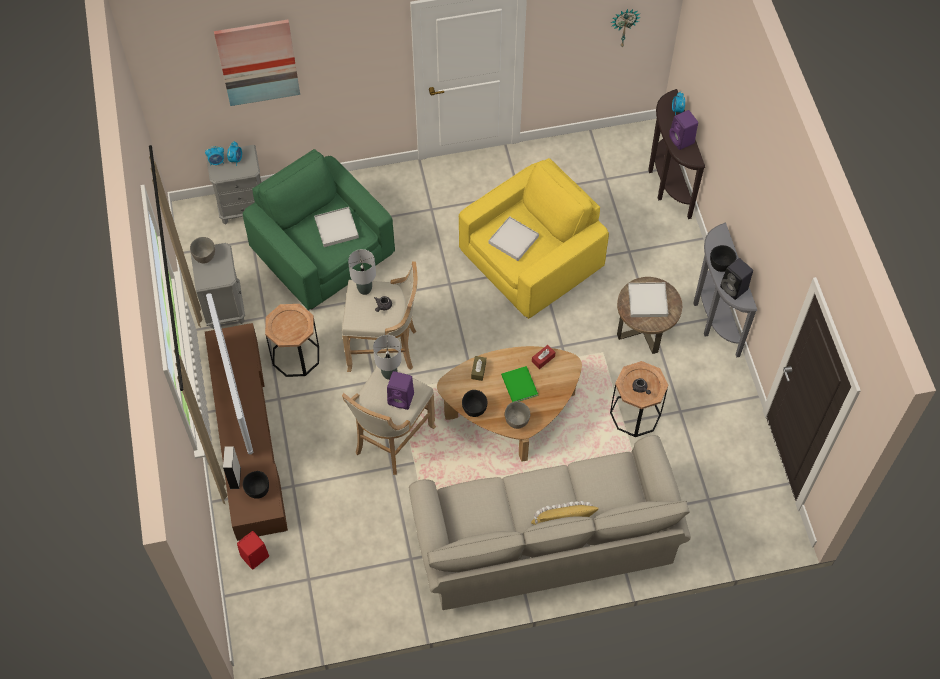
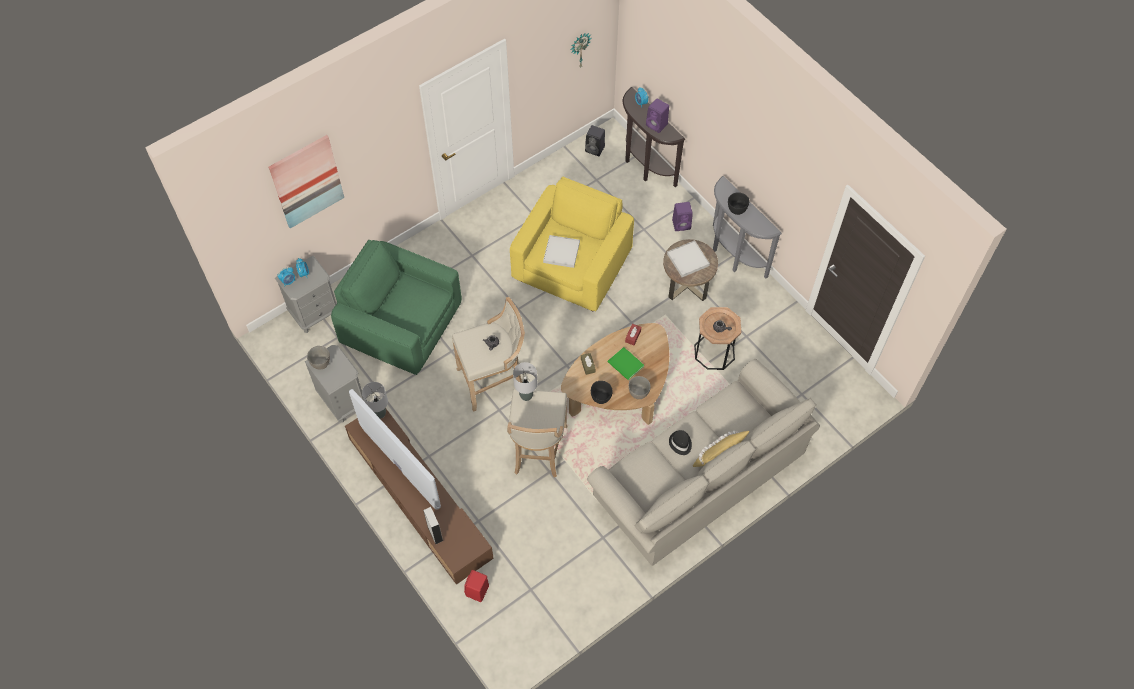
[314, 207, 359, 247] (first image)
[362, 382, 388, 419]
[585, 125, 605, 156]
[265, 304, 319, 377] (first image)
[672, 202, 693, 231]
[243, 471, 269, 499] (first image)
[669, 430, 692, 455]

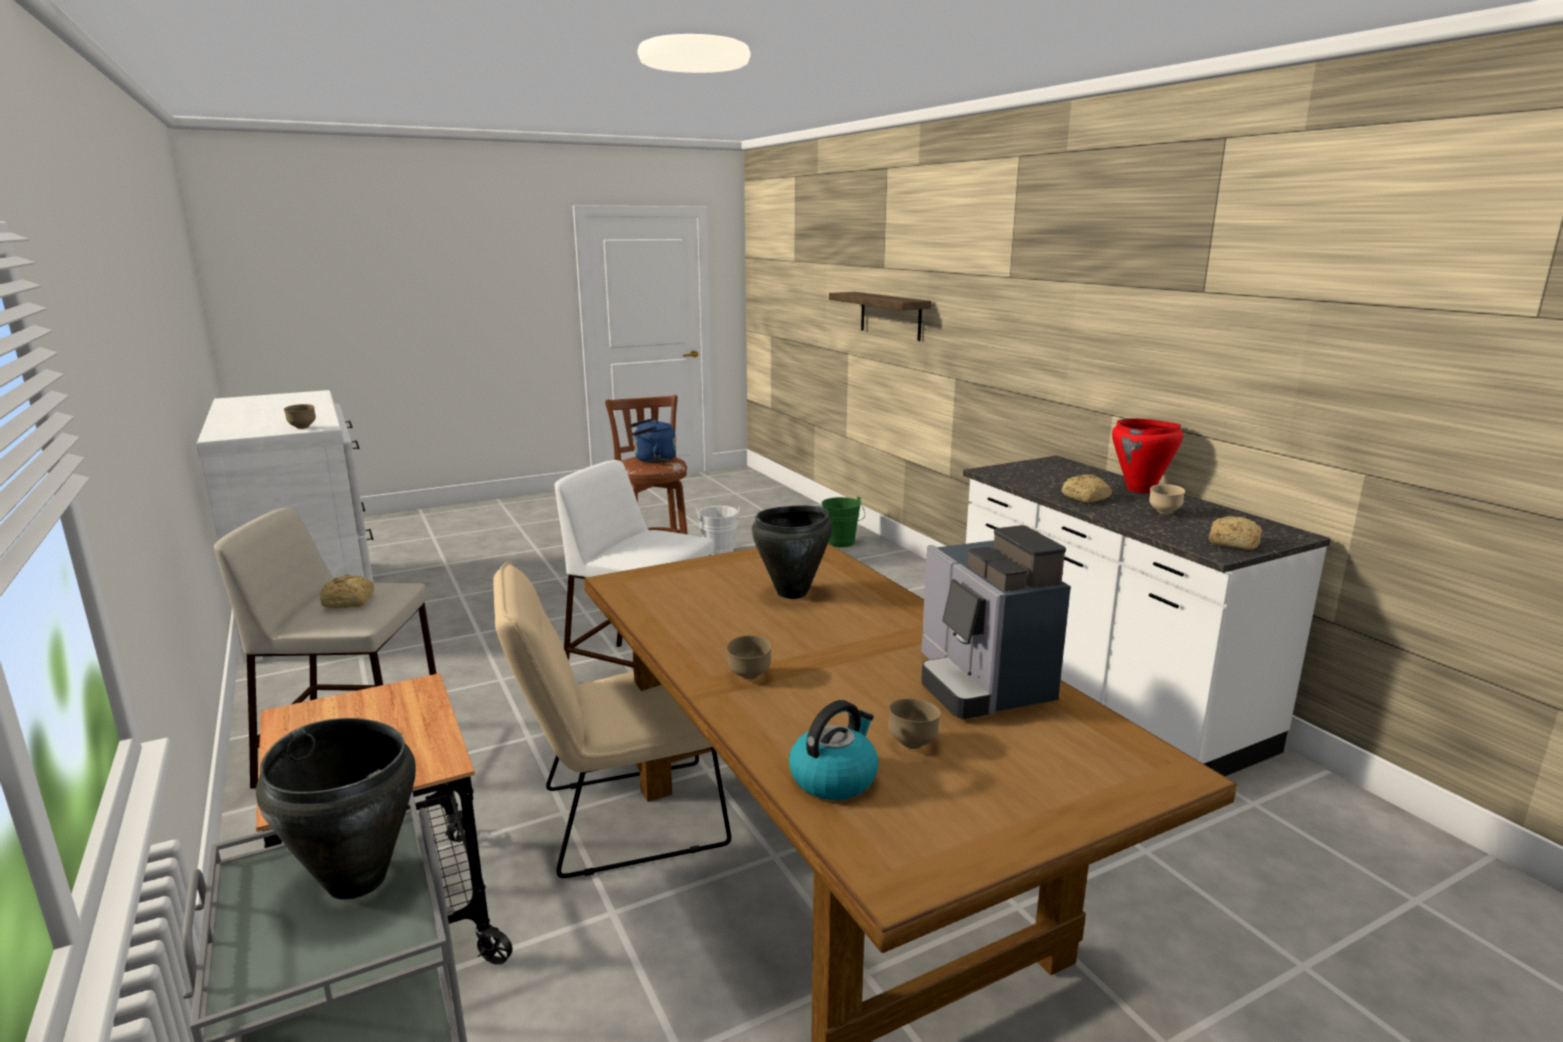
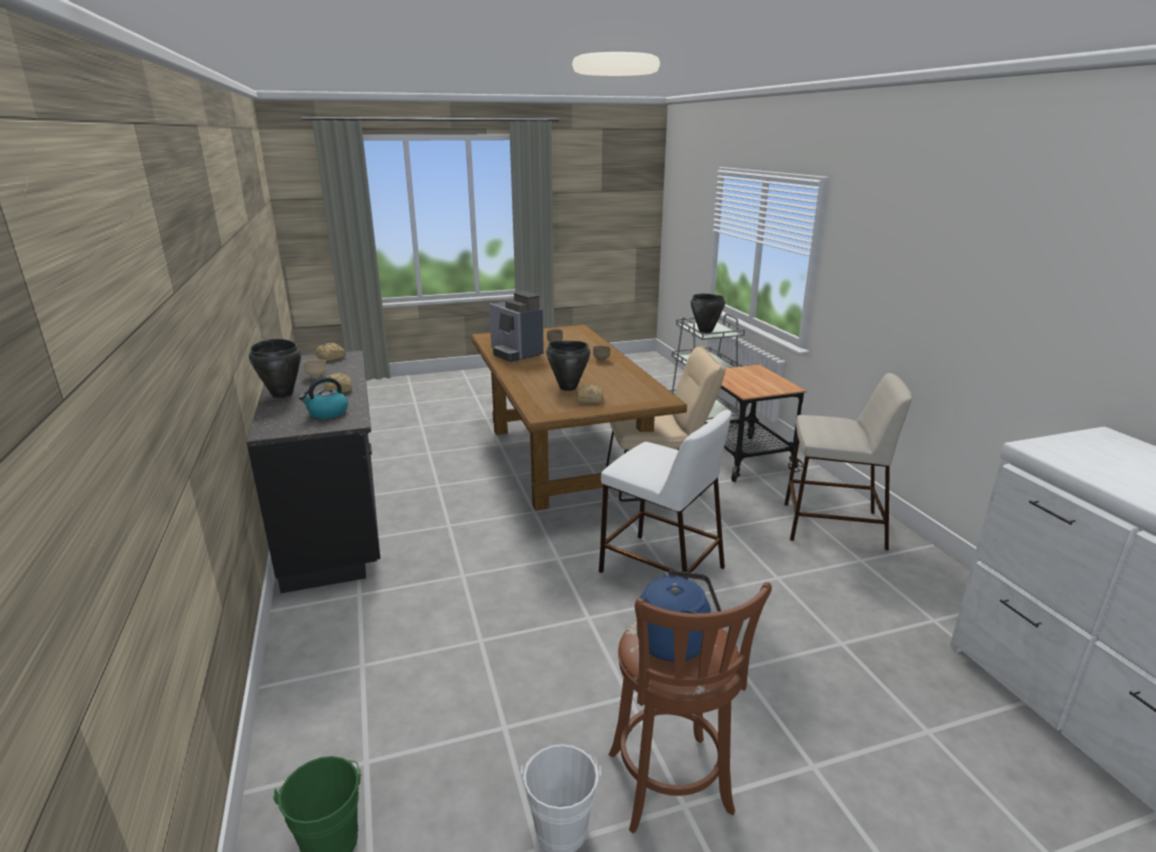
[829, 292, 932, 341] (first image)
[284, 404, 316, 429] (first image)
[249, 339, 301, 398]
[246, 351, 380, 593]
[489, 291, 544, 362]
[577, 384, 603, 403]
[299, 377, 348, 419]

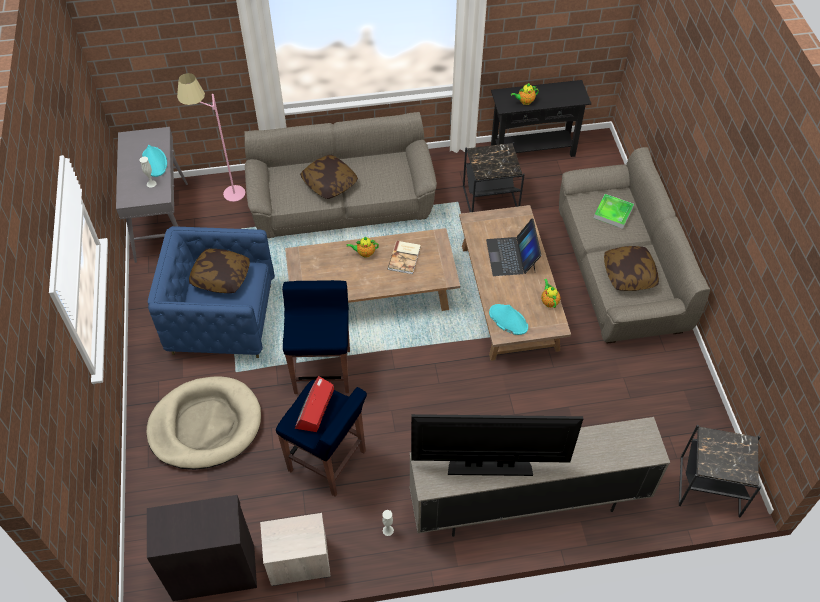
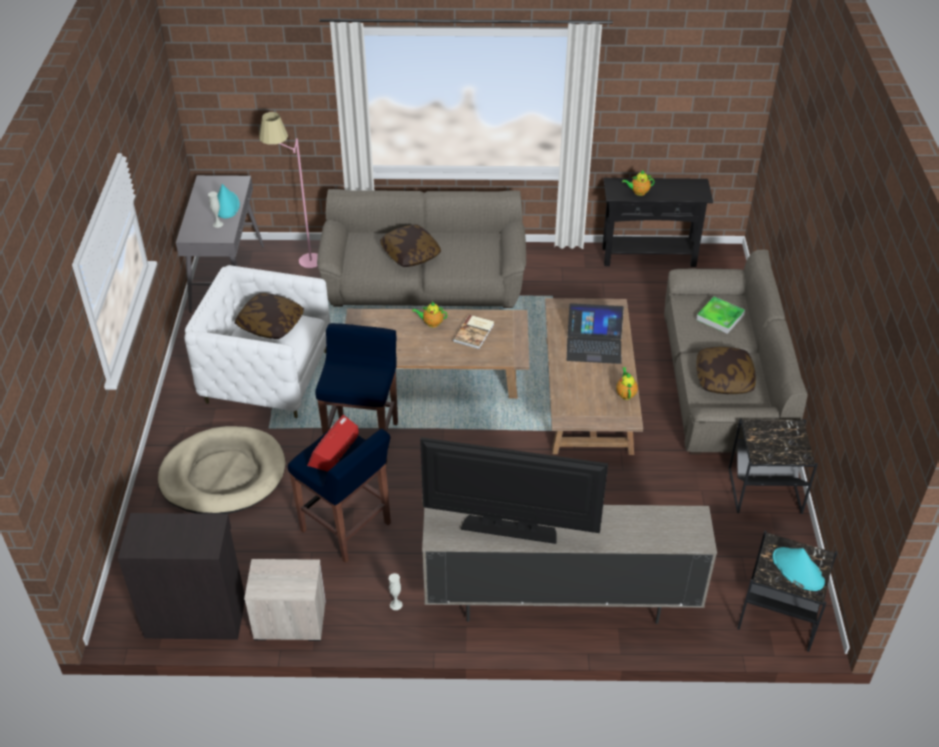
[728, 419, 818, 514]
[567, 303, 624, 364]
[184, 265, 331, 418]
[773, 547, 825, 591]

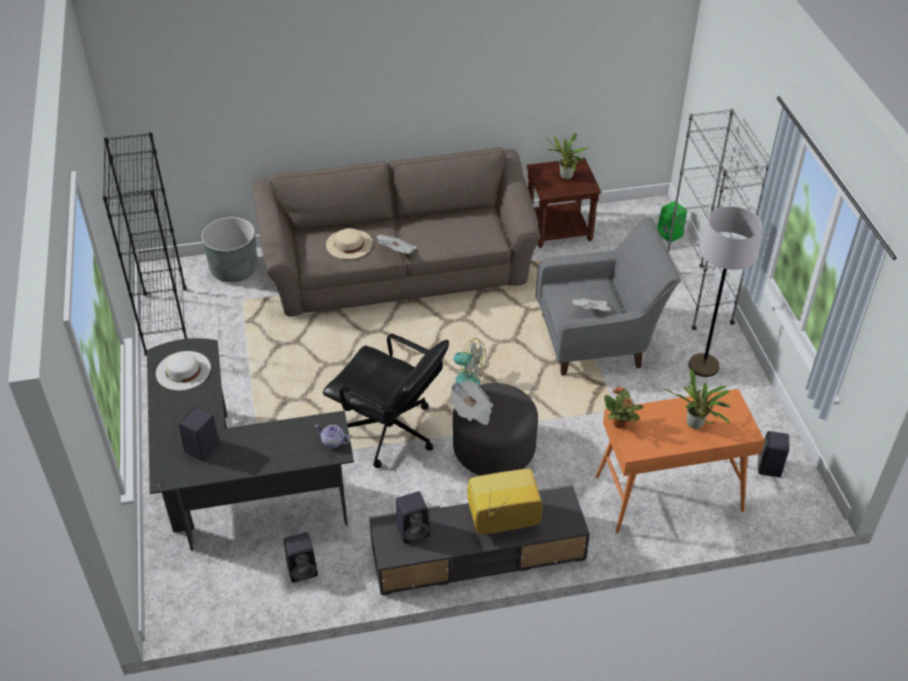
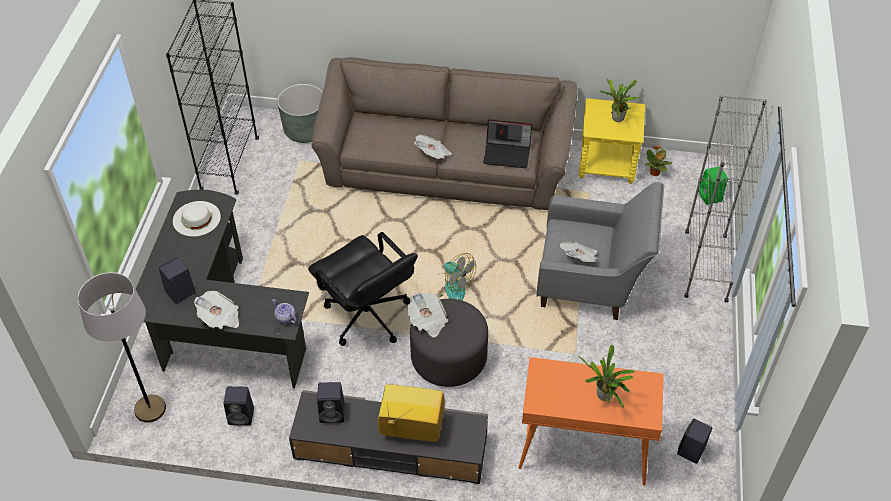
[579, 98, 645, 184]
[78, 272, 166, 423]
[326, 228, 373, 259] (first image)
[645, 145, 672, 176]
[483, 120, 532, 168]
[194, 291, 239, 329]

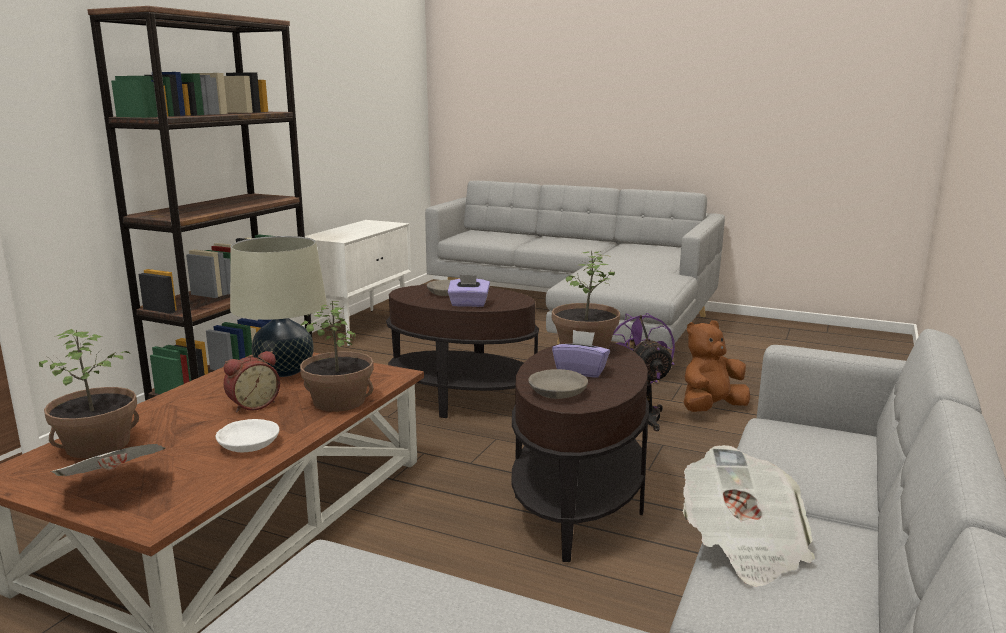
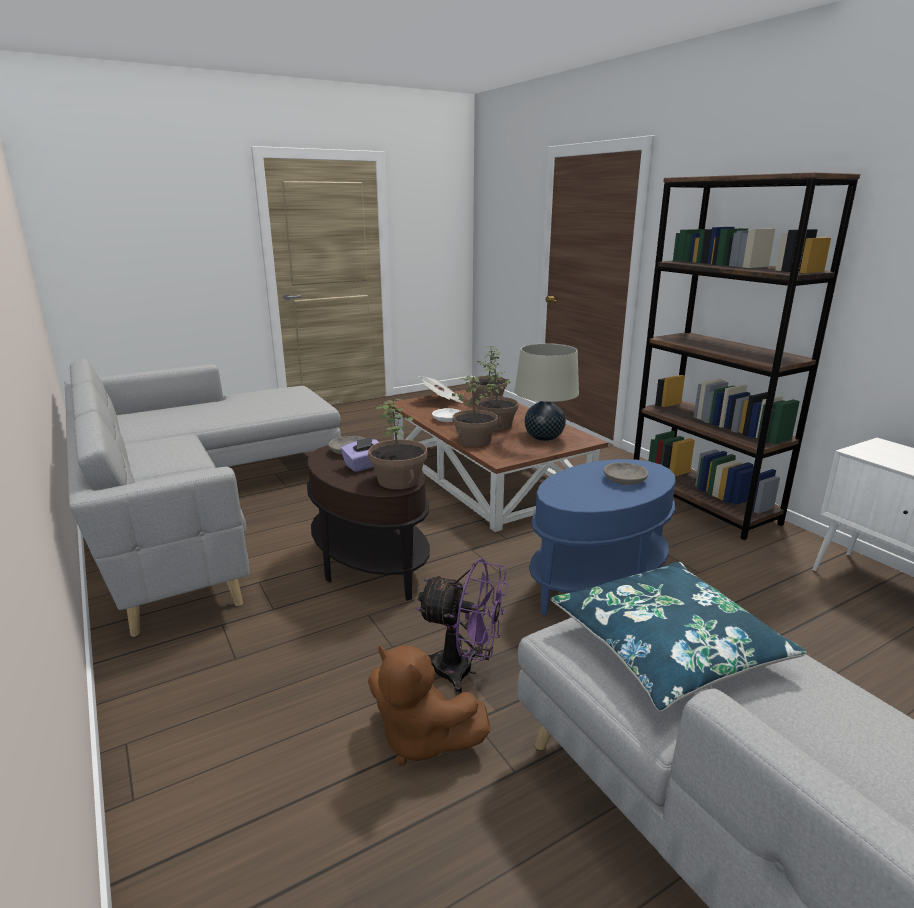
[448, 275, 490, 307] (first image)
[529, 459, 675, 616]
[368, 645, 491, 765]
[476, 365, 518, 431]
[683, 445, 815, 587] (first image)
[551, 561, 807, 712]

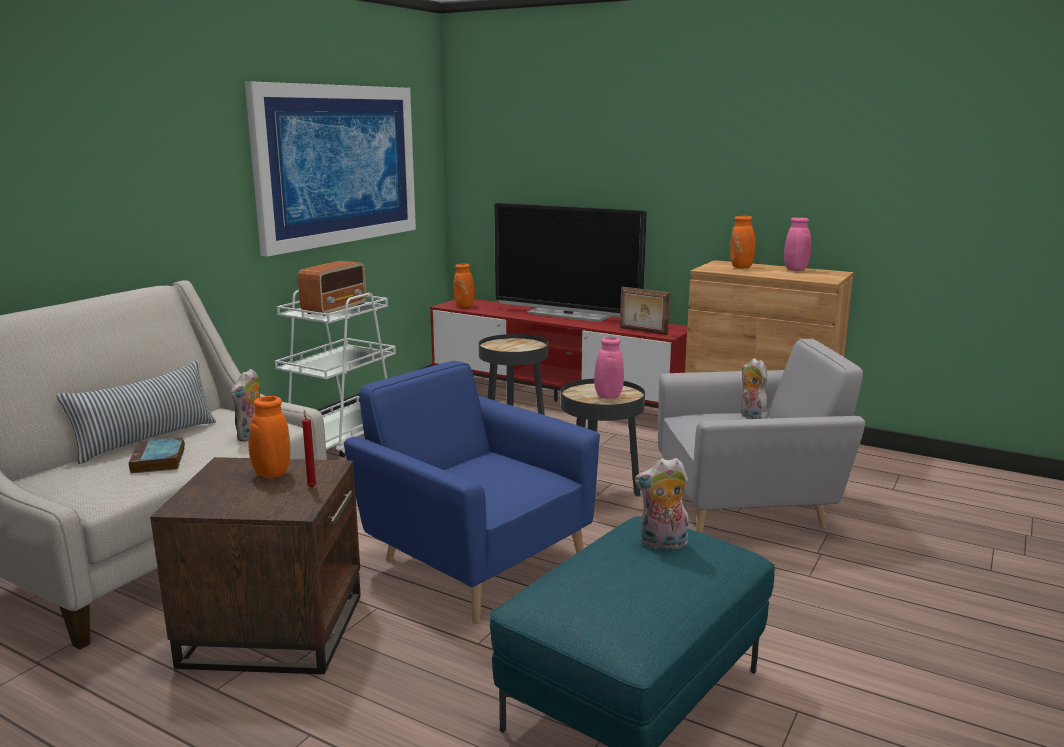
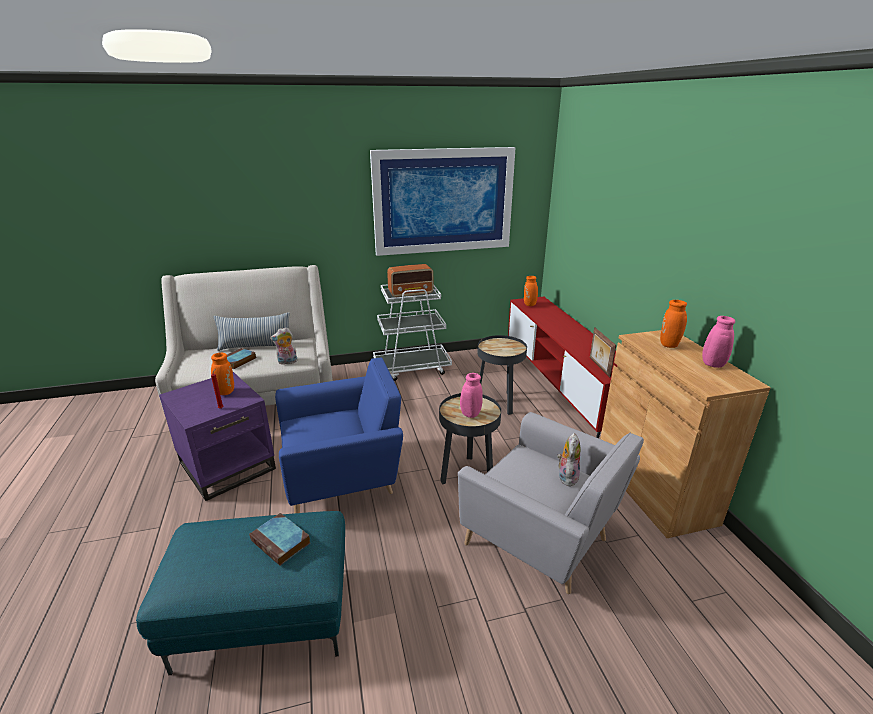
[494, 203, 647, 322] (first image)
[275, 357, 403, 513]
[159, 372, 276, 501]
[249, 513, 310, 566]

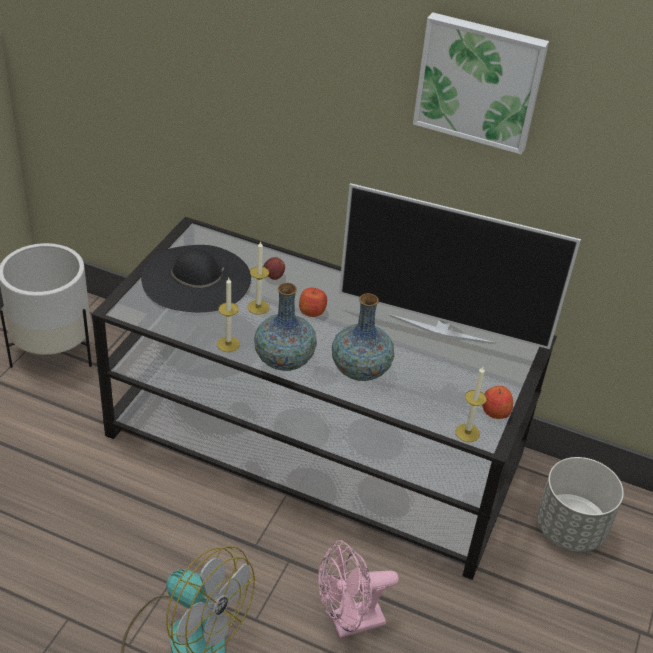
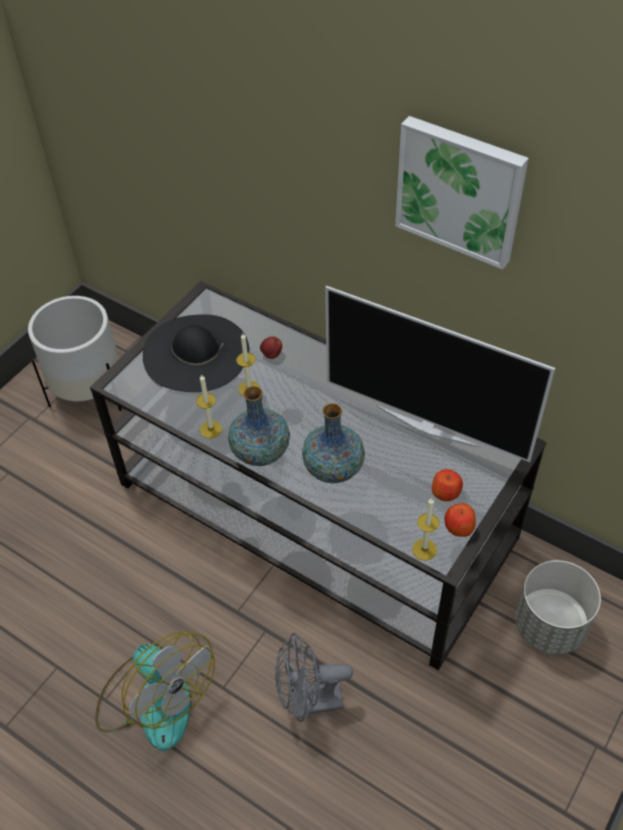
[432, 469, 463, 501]
[275, 633, 353, 722]

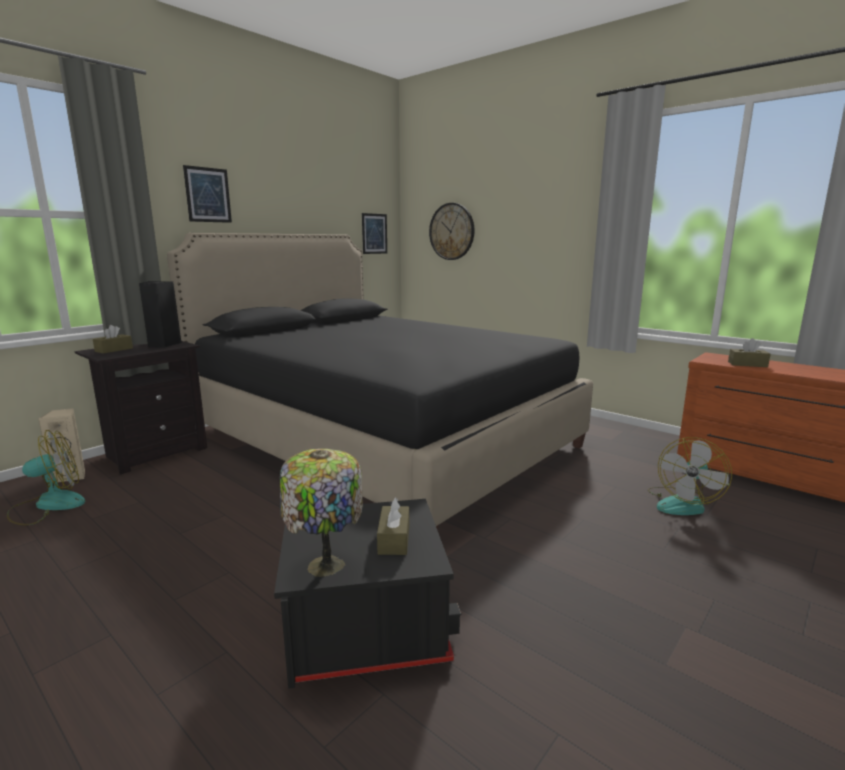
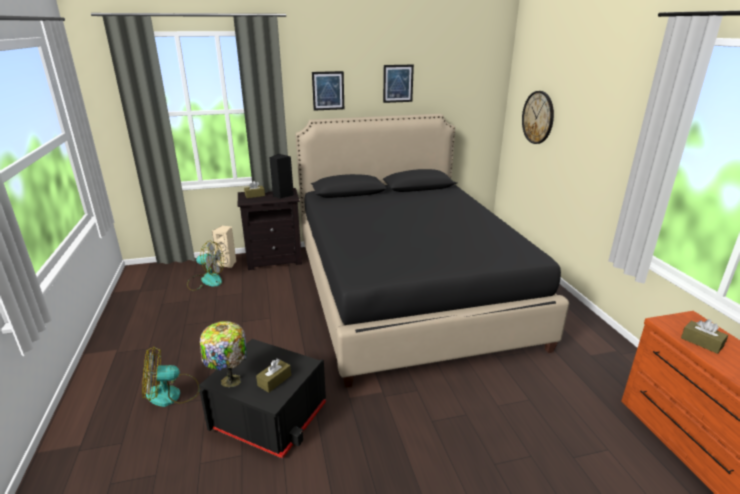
[383, 65, 414, 103]
[142, 347, 200, 407]

